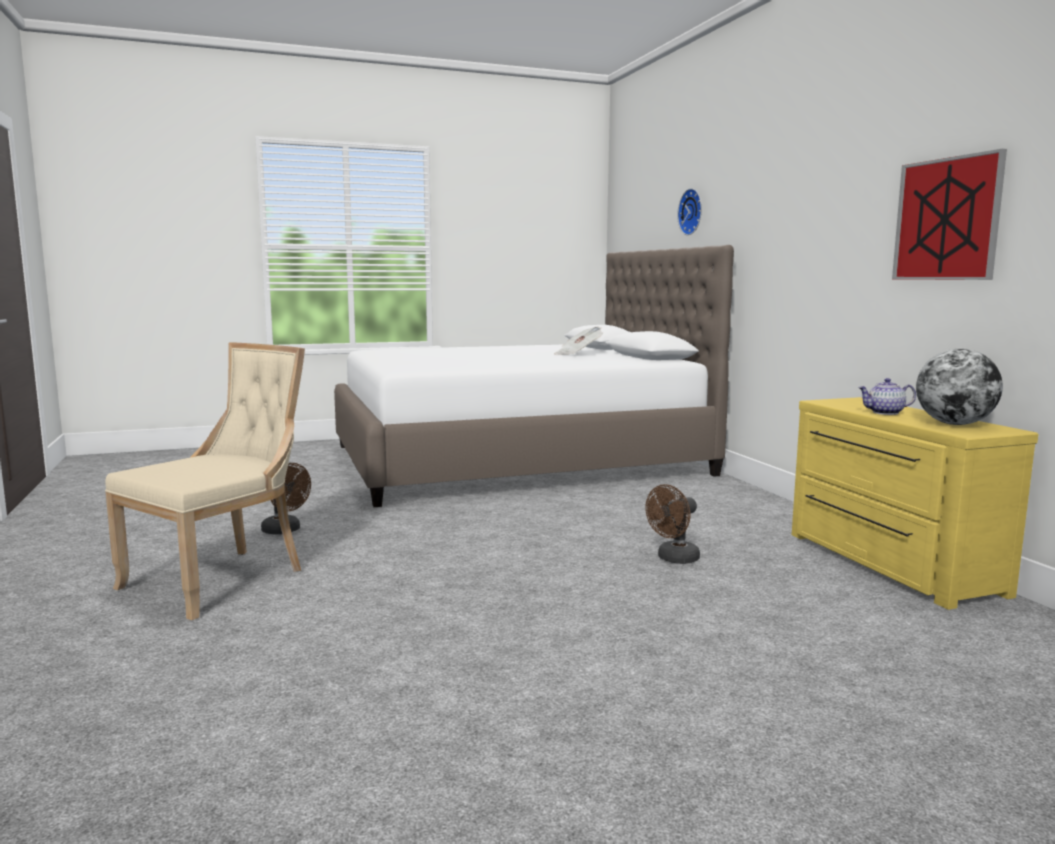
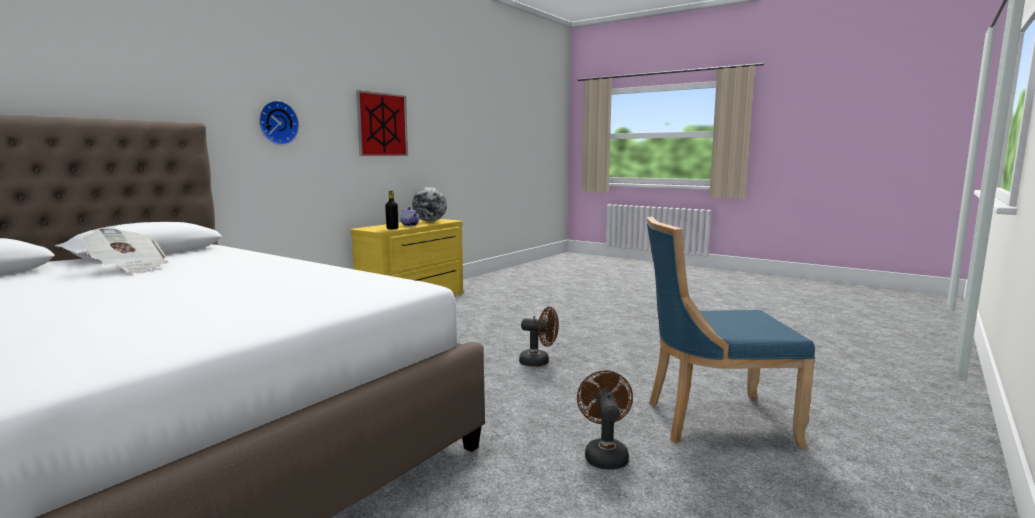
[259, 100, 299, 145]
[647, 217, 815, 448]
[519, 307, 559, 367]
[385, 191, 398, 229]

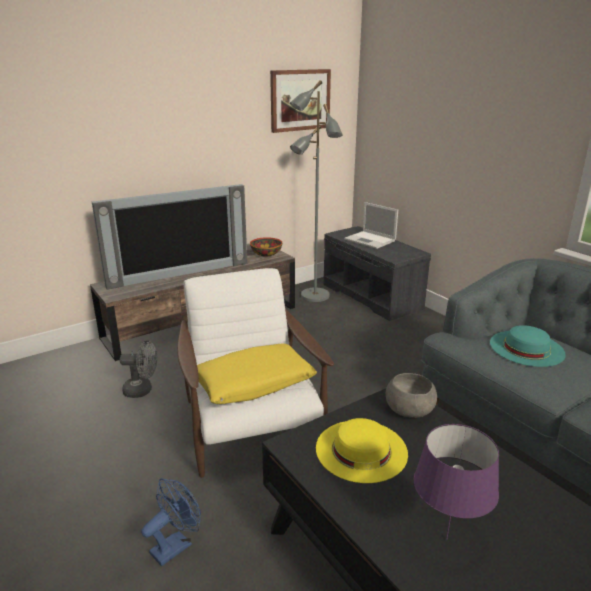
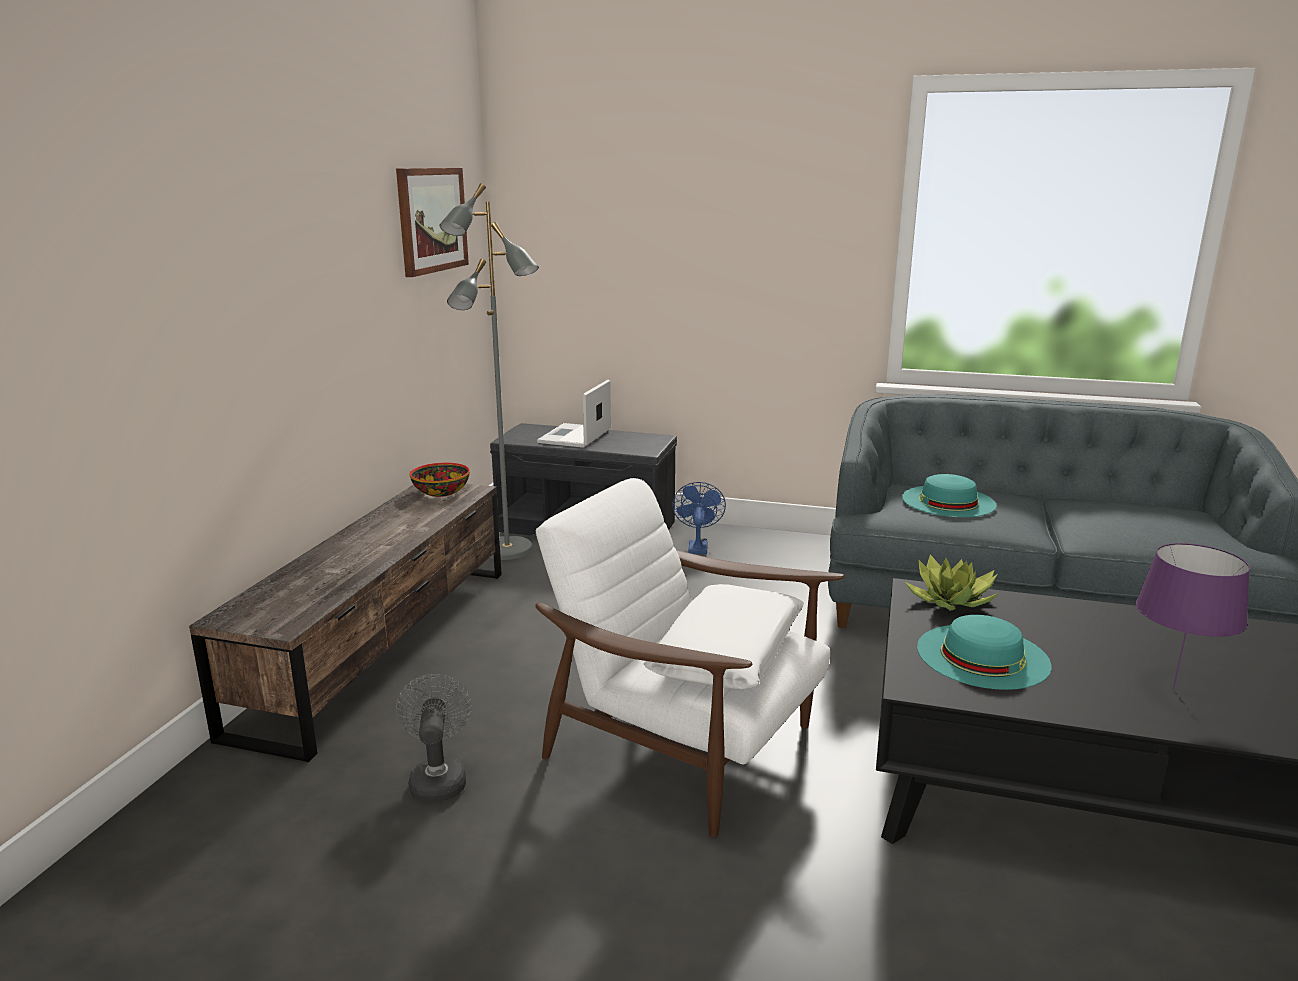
[92, 184, 247, 290] (first image)
[537, 380, 611, 448]
[396, 674, 472, 802]
[644, 584, 804, 689]
[905, 554, 998, 611]
[917, 615, 1051, 690]
[672, 482, 726, 554]

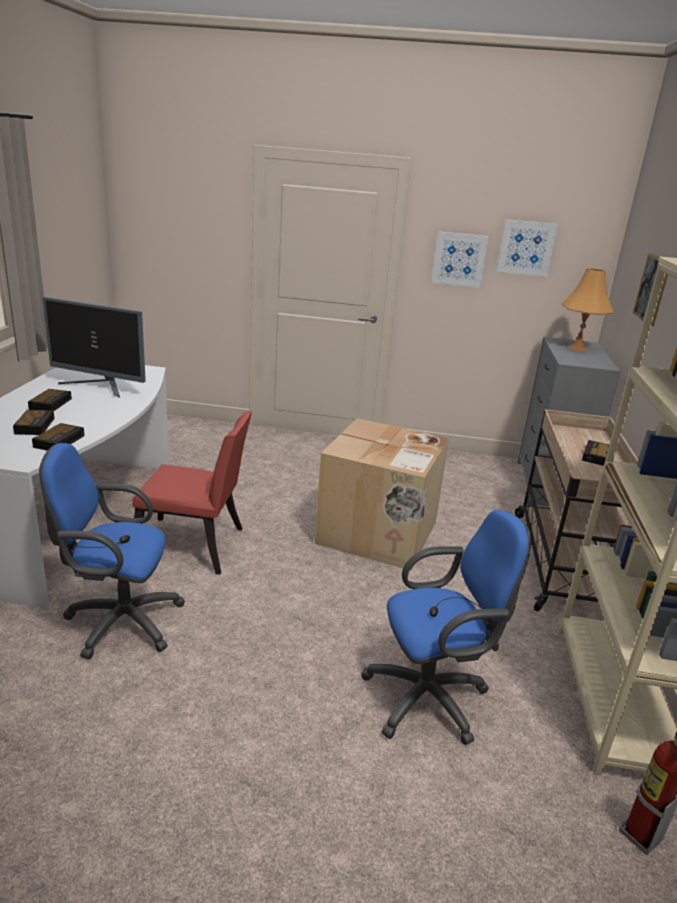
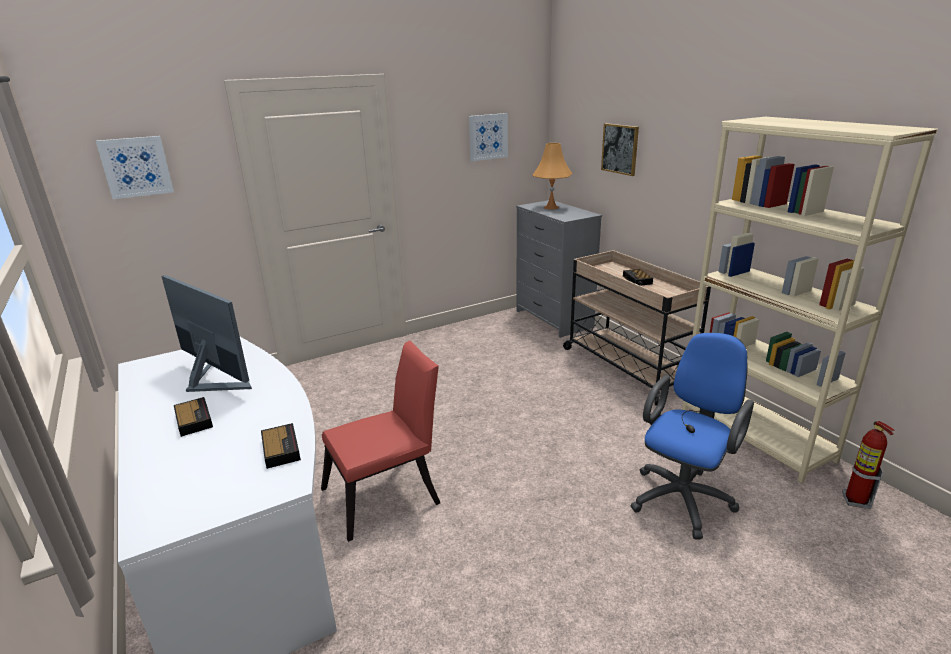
[96, 136, 174, 199]
[161, 275, 252, 392]
[13, 410, 55, 435] (first image)
[315, 418, 449, 571] (first image)
[39, 443, 185, 659] (first image)

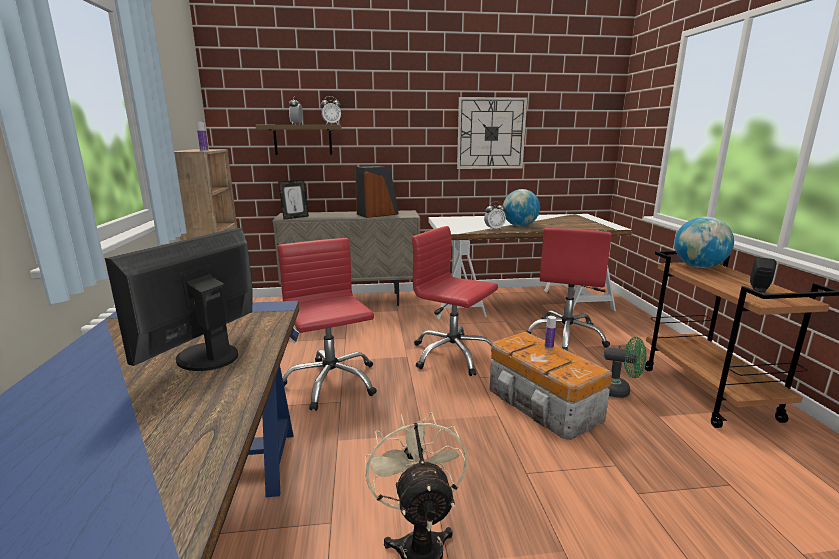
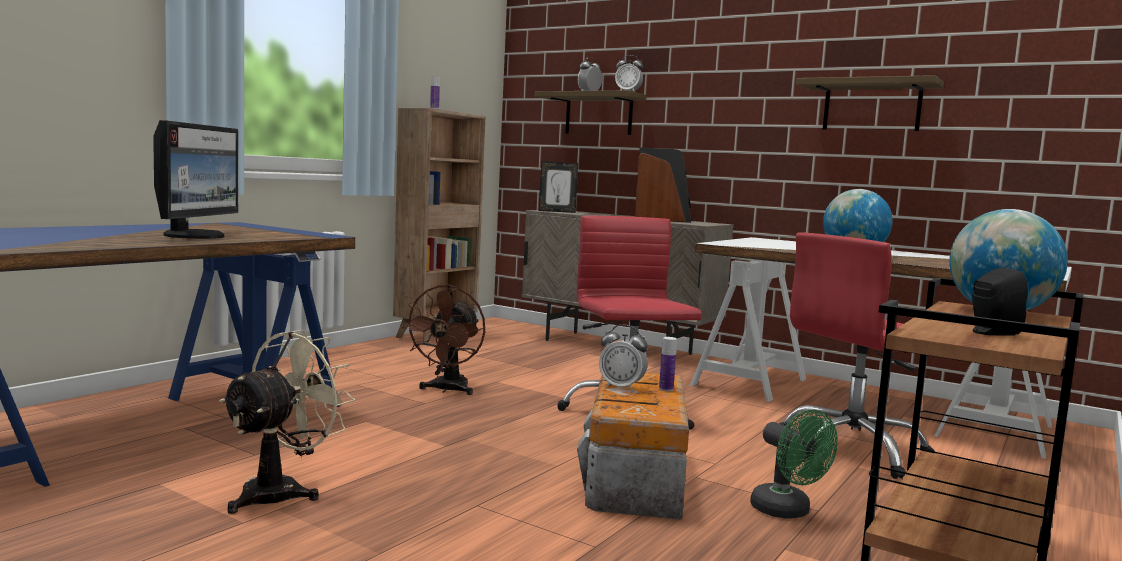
[796, 75, 944, 131]
[599, 325, 648, 391]
[153, 120, 238, 239]
[402, 285, 485, 395]

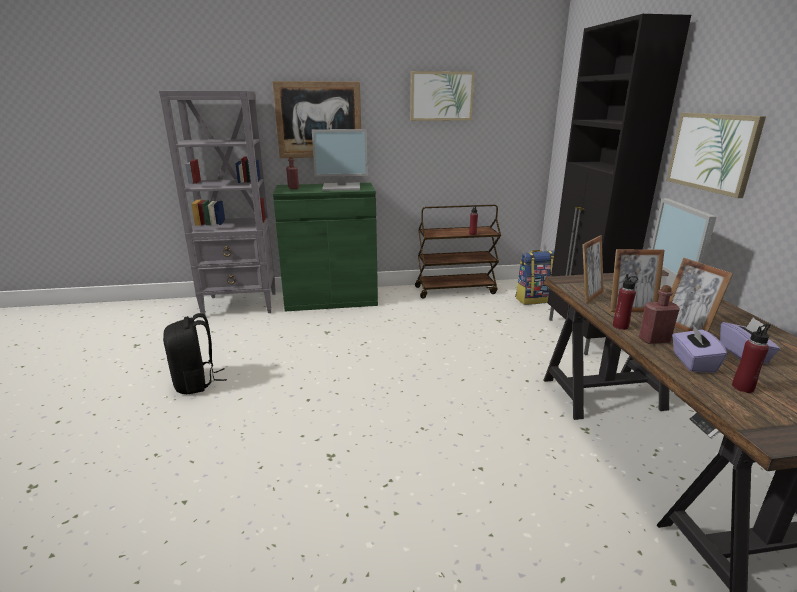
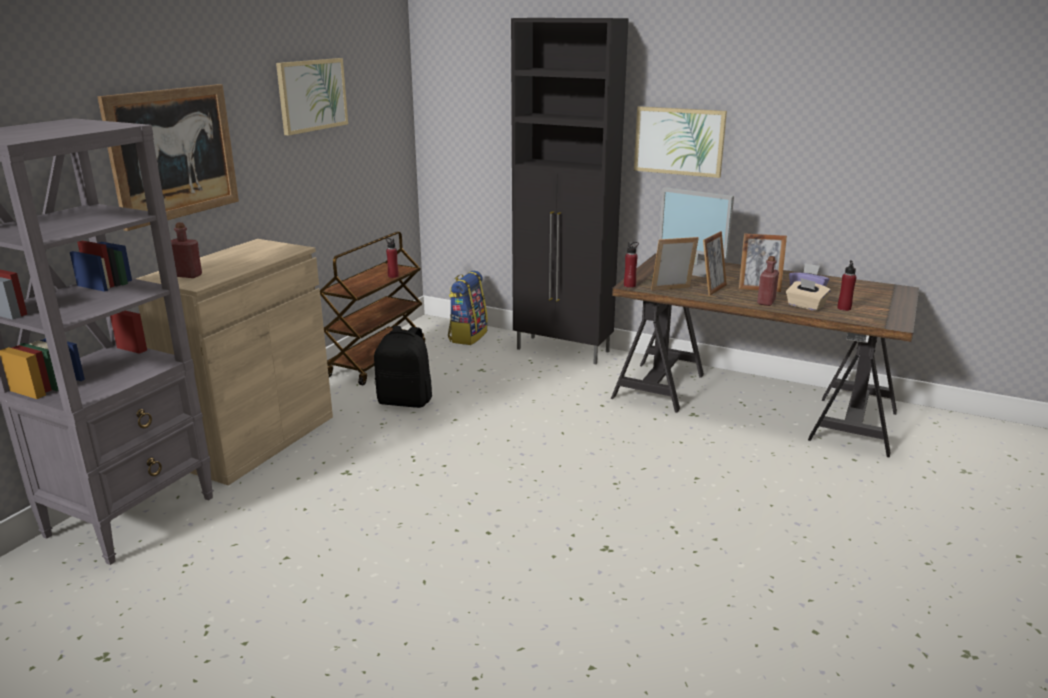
[312, 129, 368, 191] (first image)
[136, 239, 333, 485]
[651, 237, 699, 290]
[624, 242, 639, 288]
[374, 326, 432, 408]
[786, 278, 830, 311]

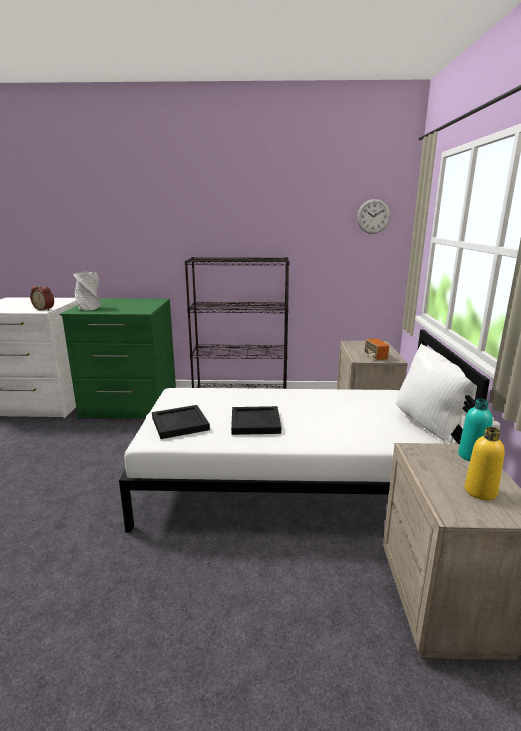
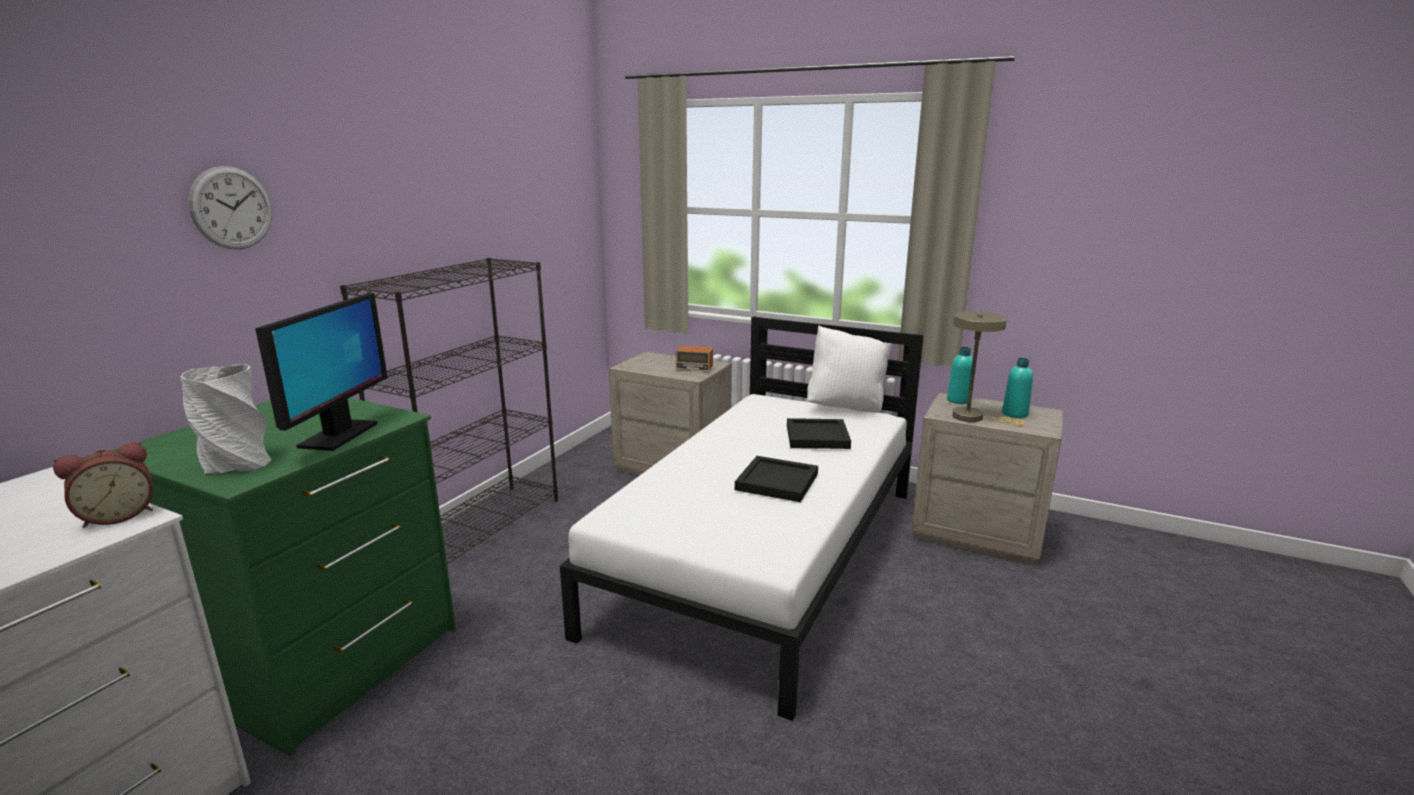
[188, 166, 272, 249]
[787, 418, 851, 449]
[1002, 358, 1033, 418]
[255, 293, 388, 451]
[952, 311, 1024, 426]

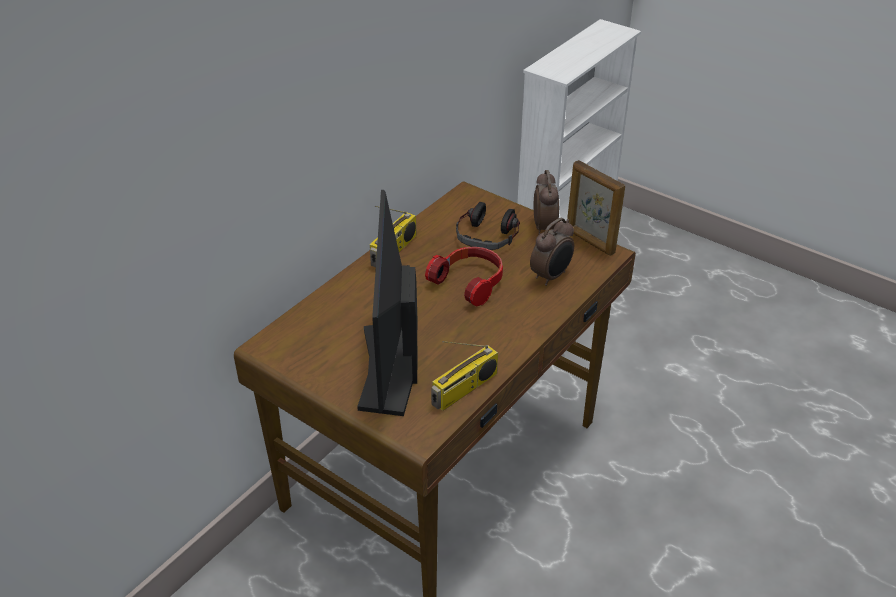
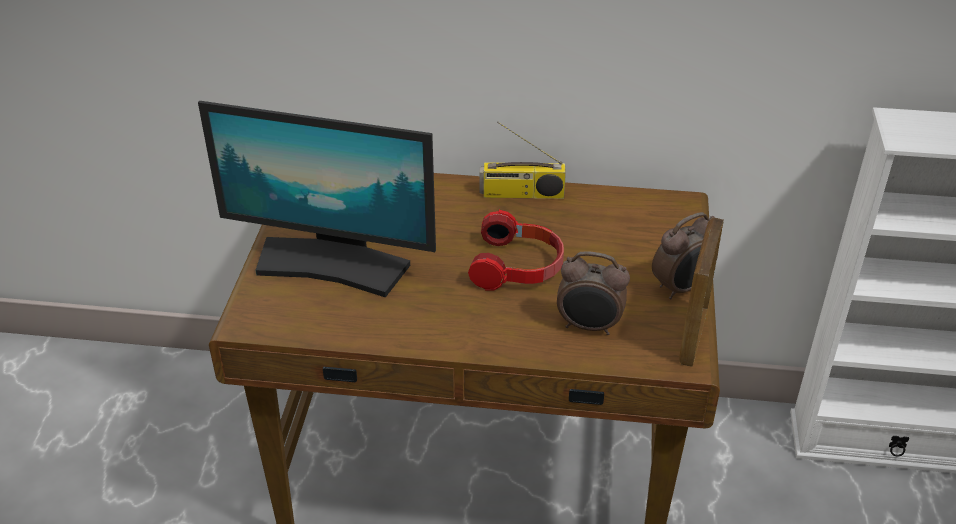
[198, 101, 436, 298]
[456, 202, 520, 250] (first image)
[431, 341, 498, 411] (first image)

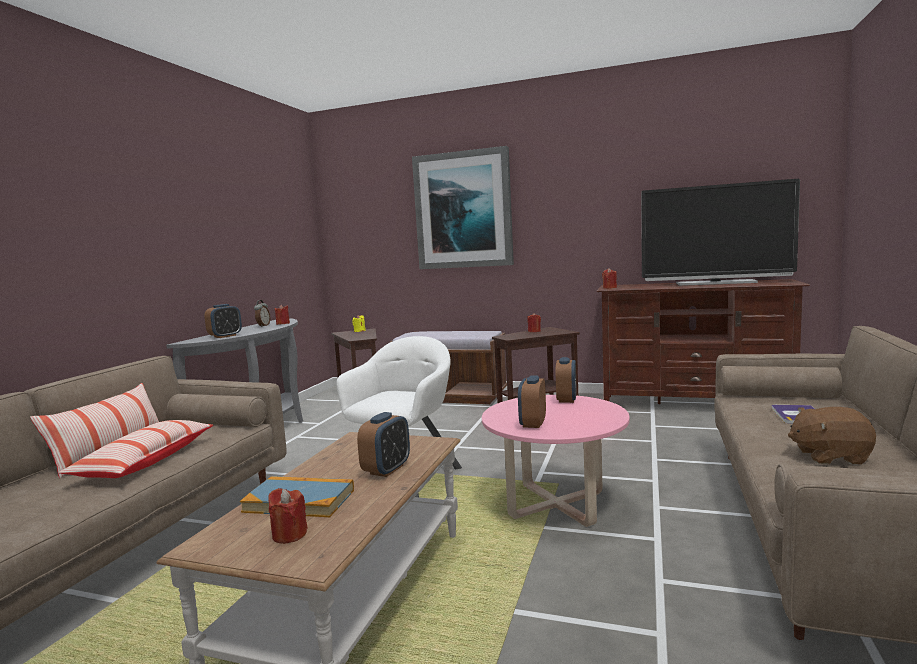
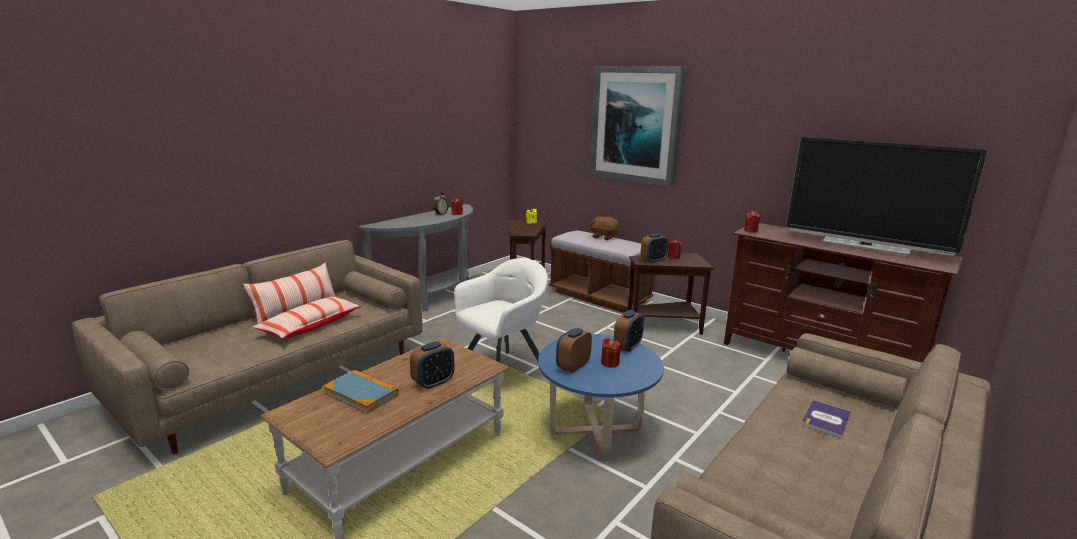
[641, 233, 668, 263]
[538, 334, 664, 459]
[589, 216, 620, 240]
[601, 338, 621, 368]

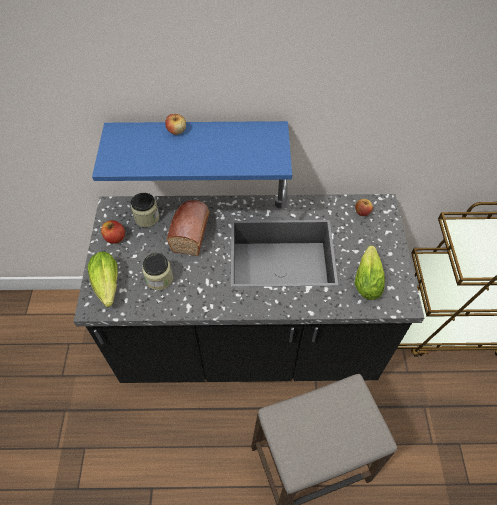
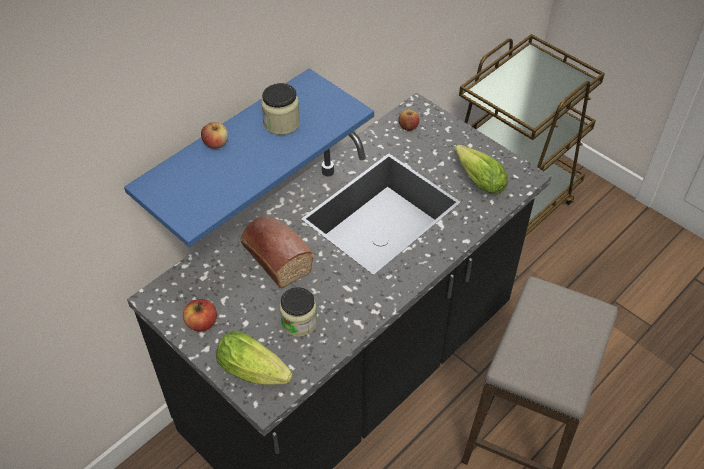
[261, 83, 300, 135]

